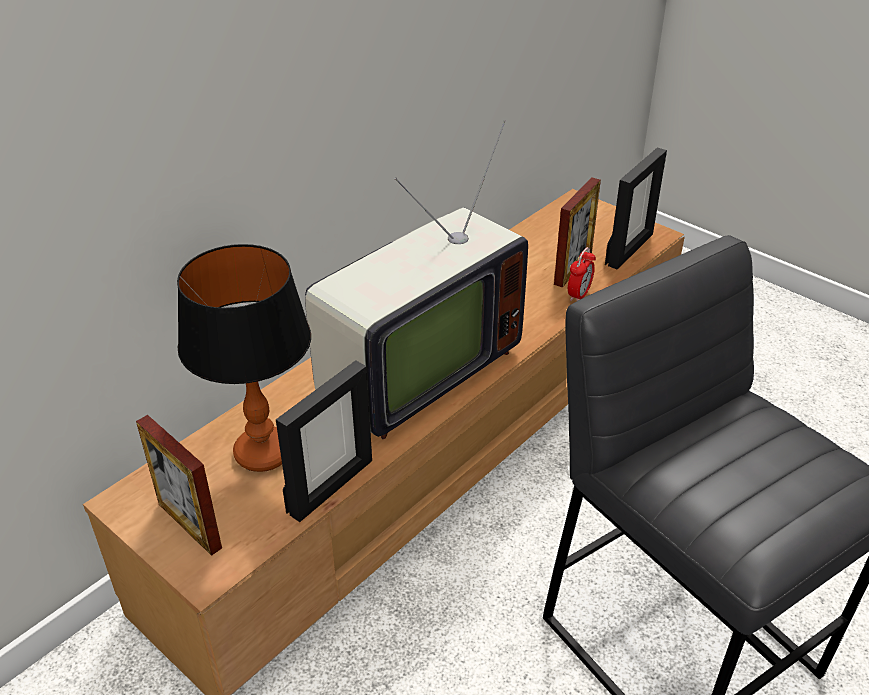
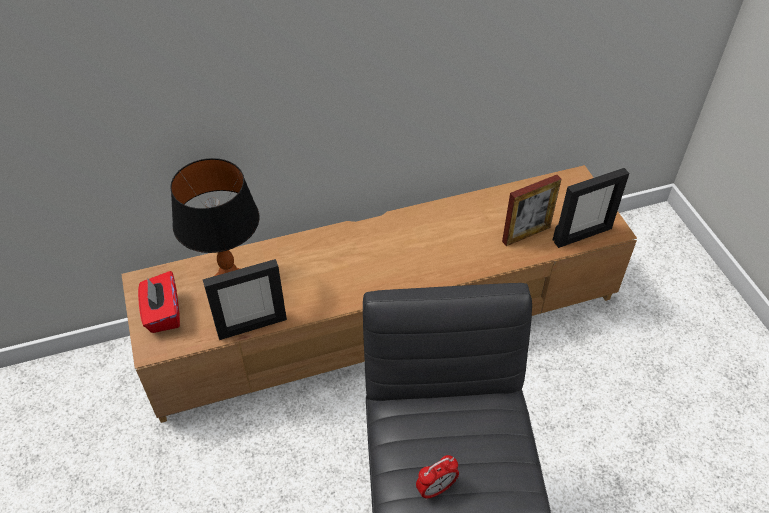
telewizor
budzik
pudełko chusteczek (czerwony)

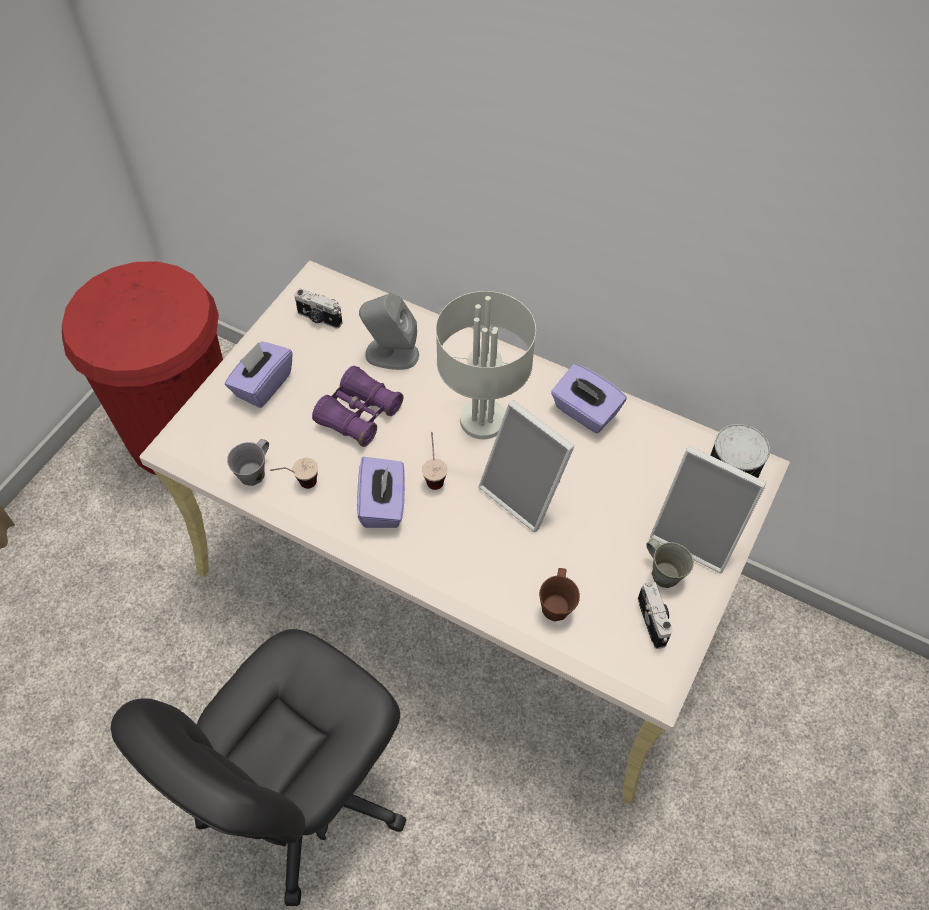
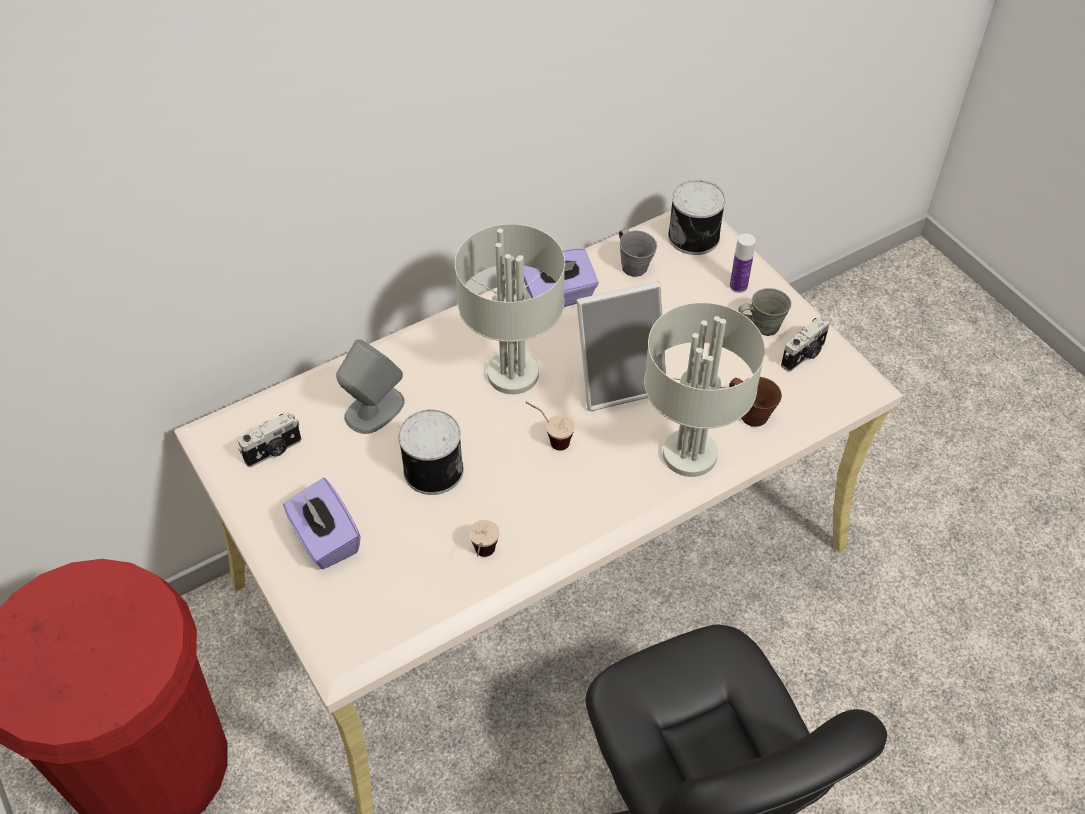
pudełko chusteczek (fioletowy) (no. 2 from left in the first image)
lampa stołowa (szary) (no. 2 from left)
kubek (szary) (no. 1 from left)
puszka (no. 1 from left)
butelka
aparat fotograficzny (no. 2 from left)

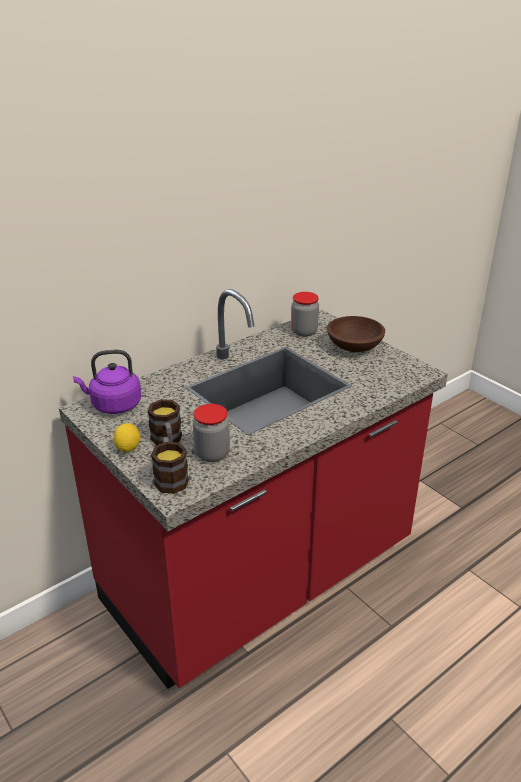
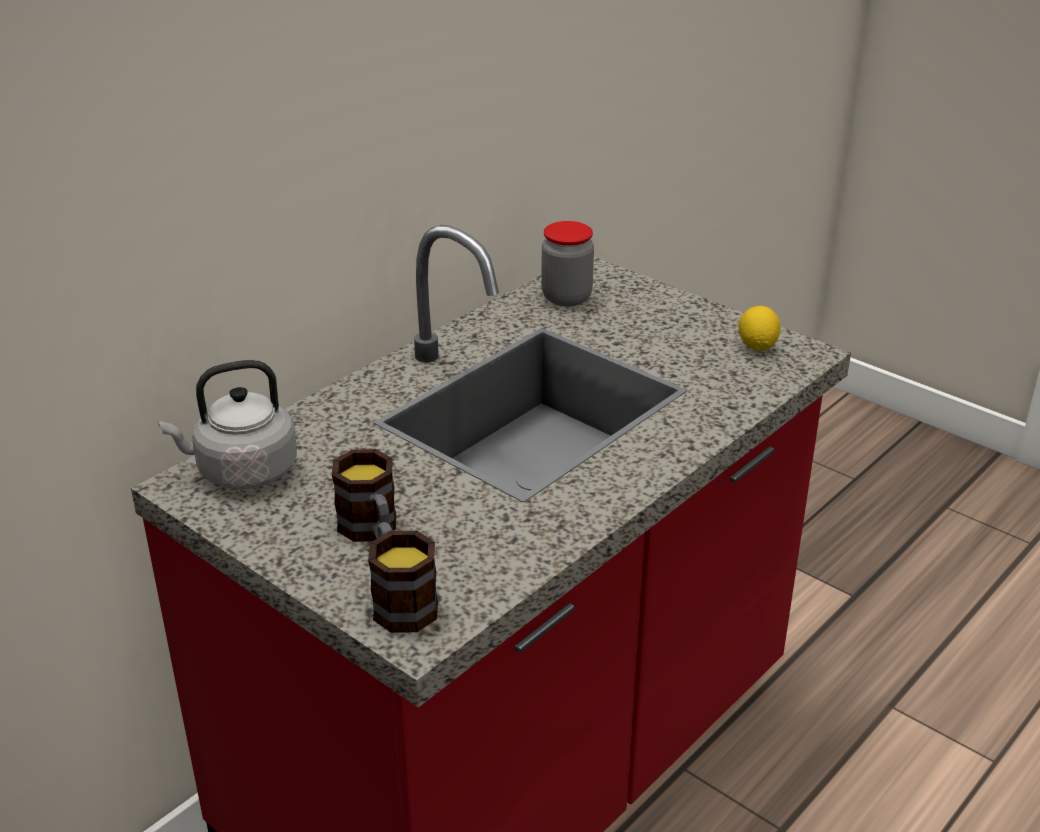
słoik (no. 1 from left in the first image)
miska (brązowy)
cytryna
czajnik (szary)

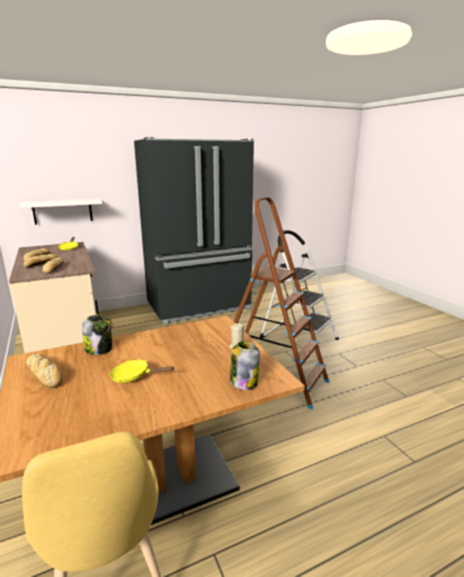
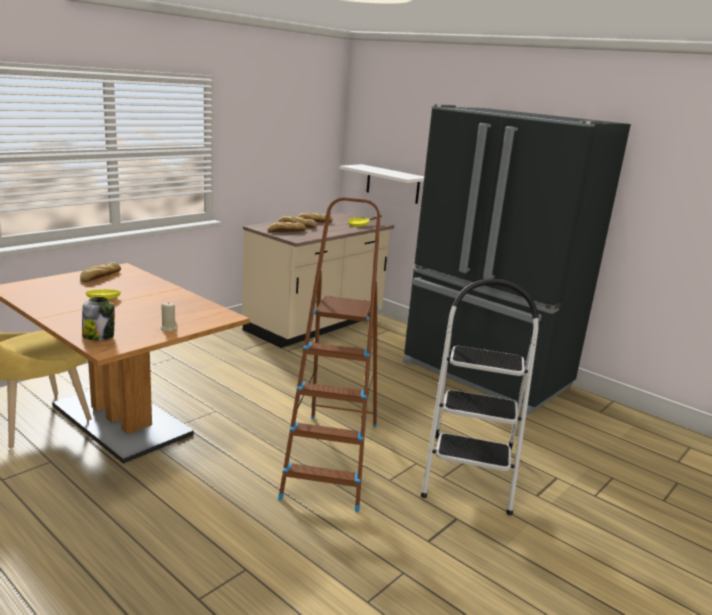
słoik (no. 1 from left in the first image)

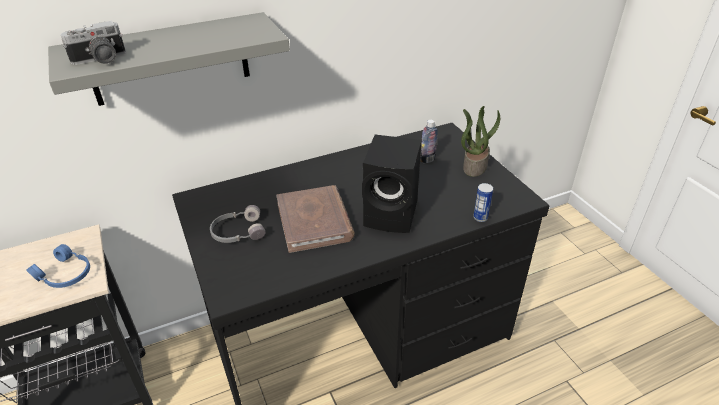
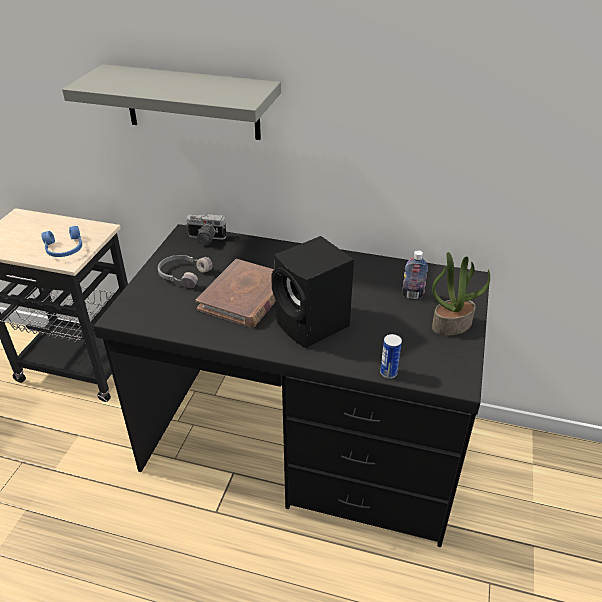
aparat fotograficzny

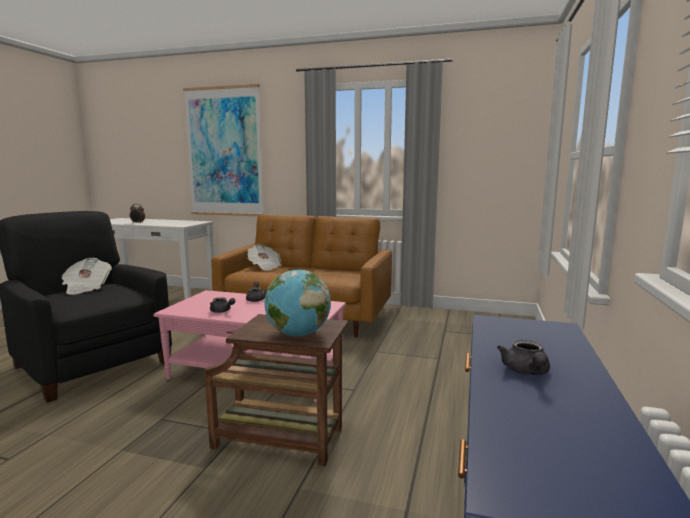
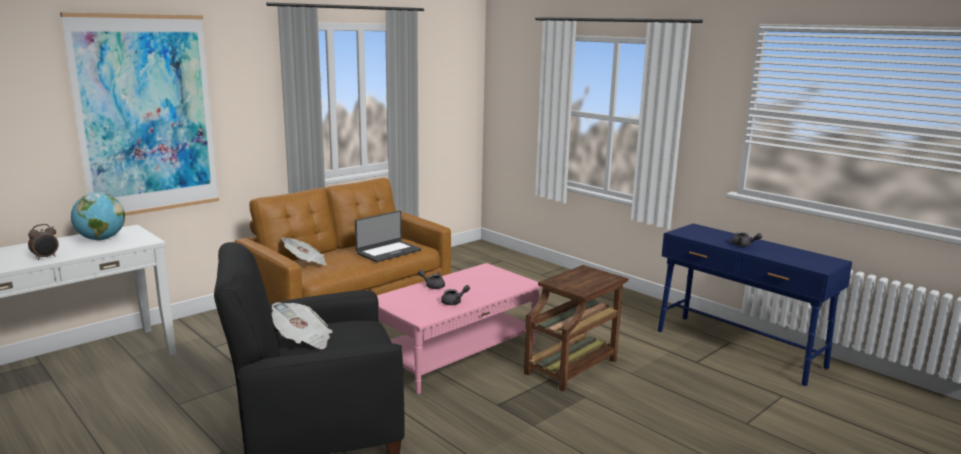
laptop
globus

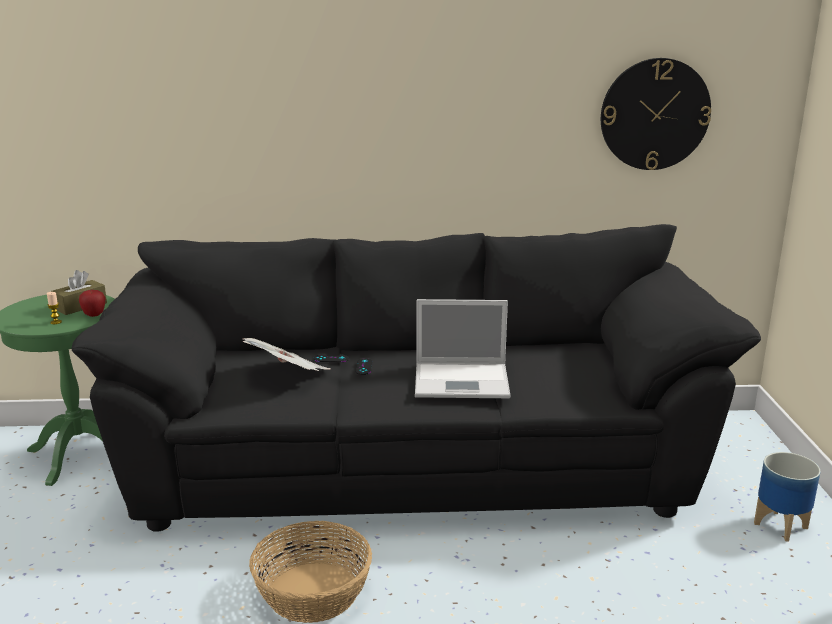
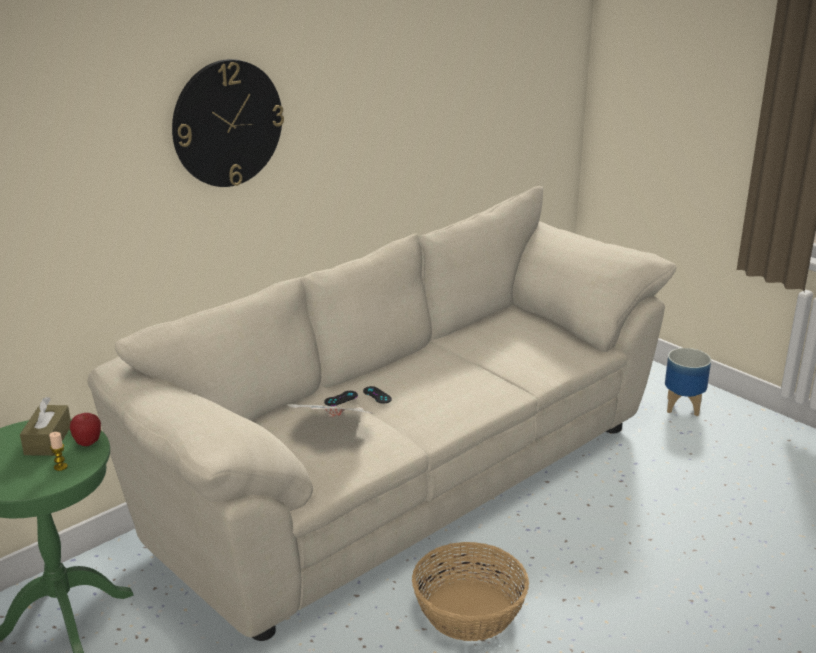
laptop
zegar ścienny
kanapa (beżowy)

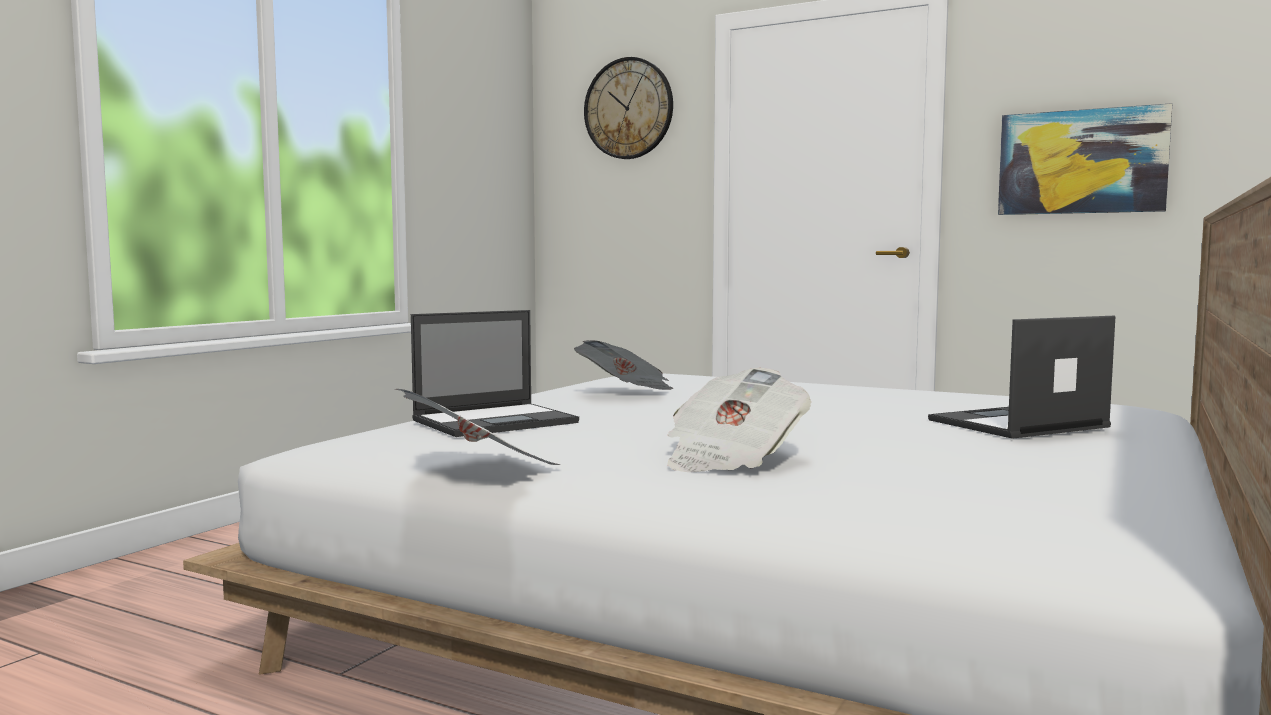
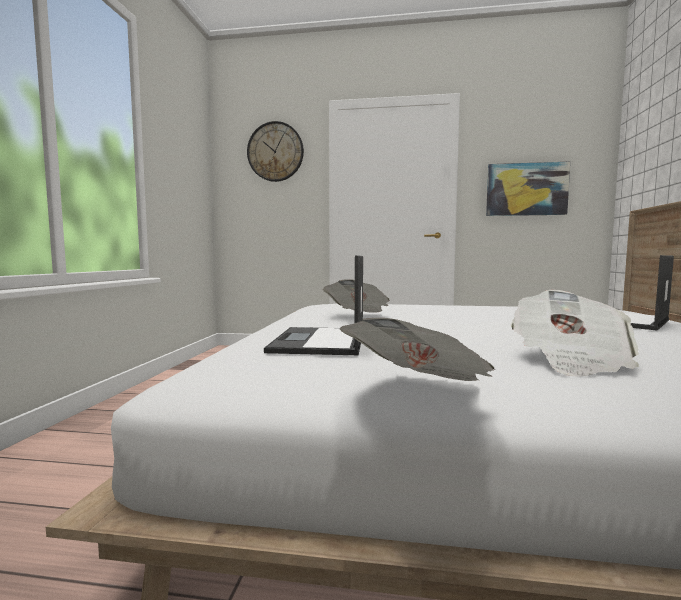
laptop (no. 1 from left)

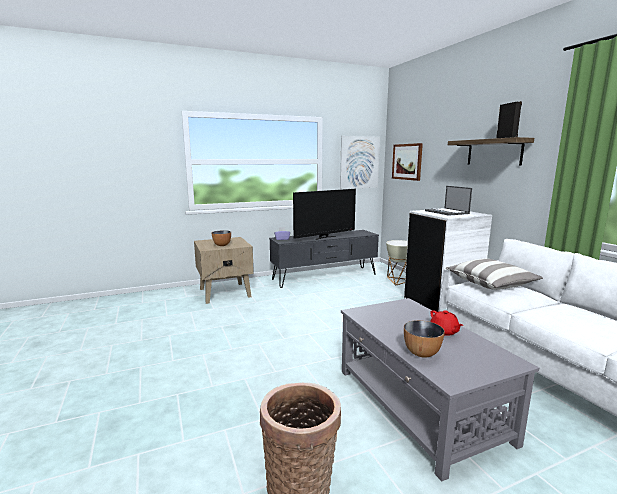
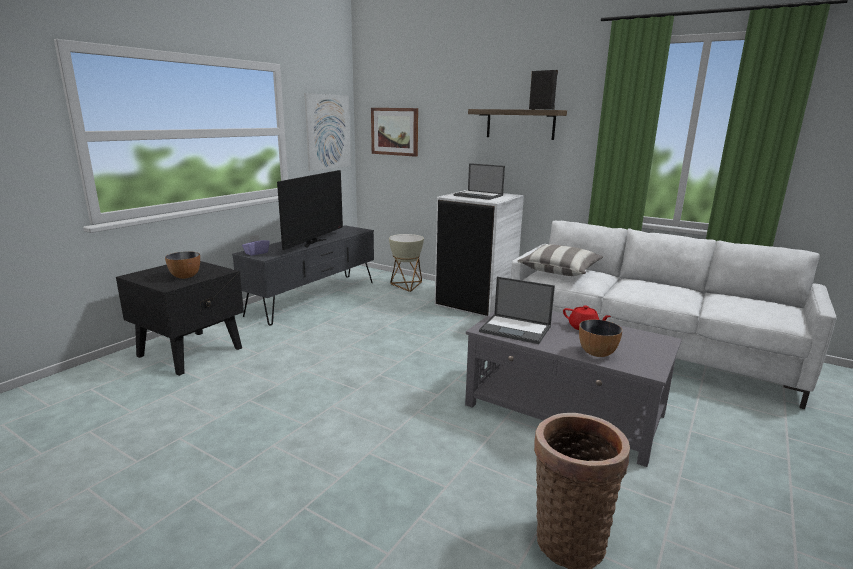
laptop (no. 2 from left)
szafka nocna (czarny)

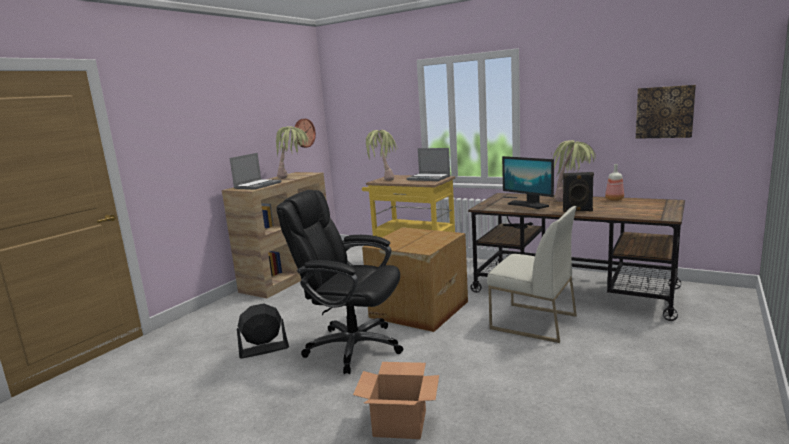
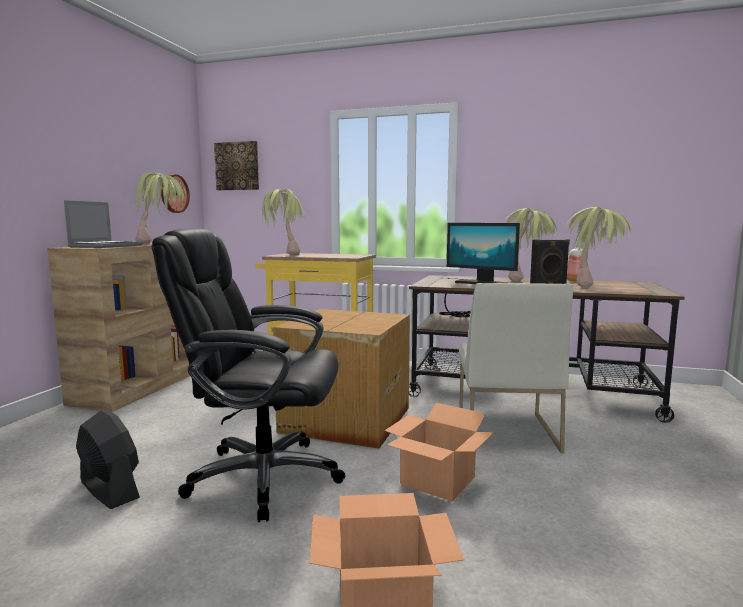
laptop (no. 2 from left in the first image)
karton (no. 3 from left)
roślina doniczkowa (no. 4 from left)
obraz
wentylator (czarny)
krzesło (biały)

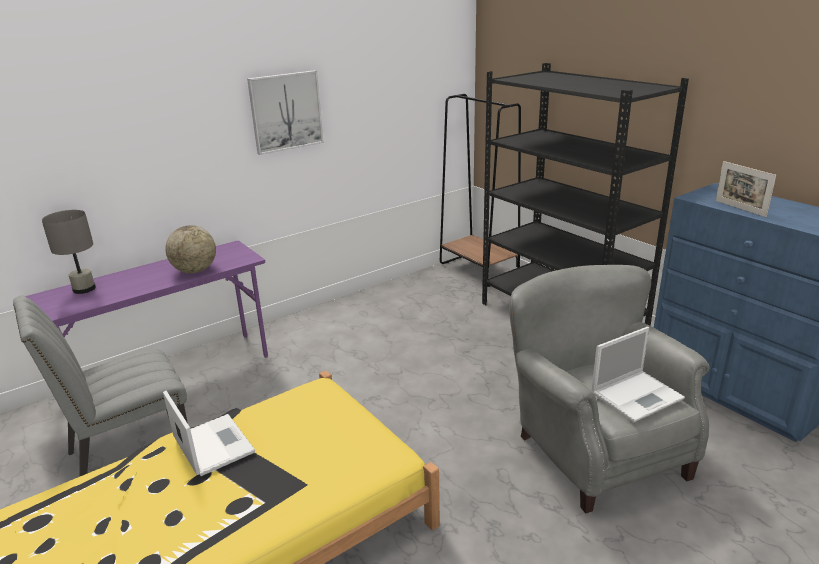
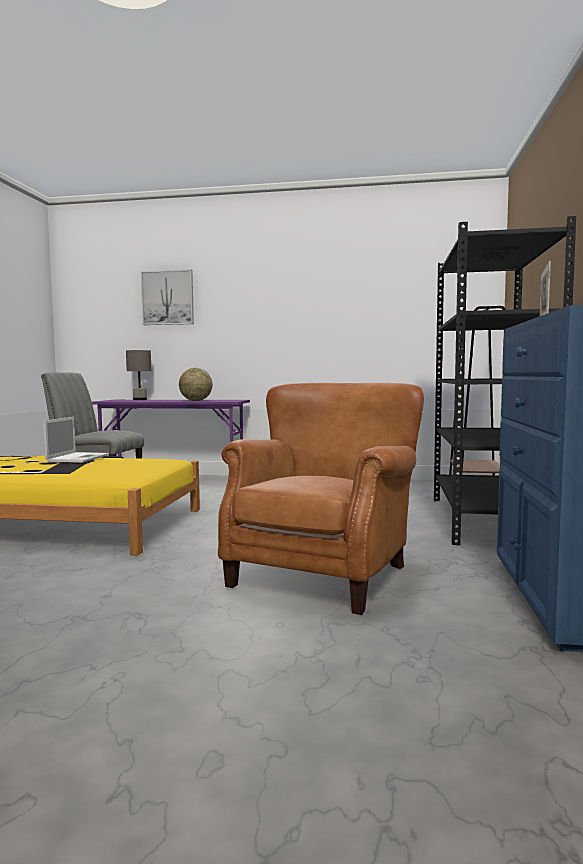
laptop (no. 2 from left in the first image)
obraz
fotel (brązowy)

